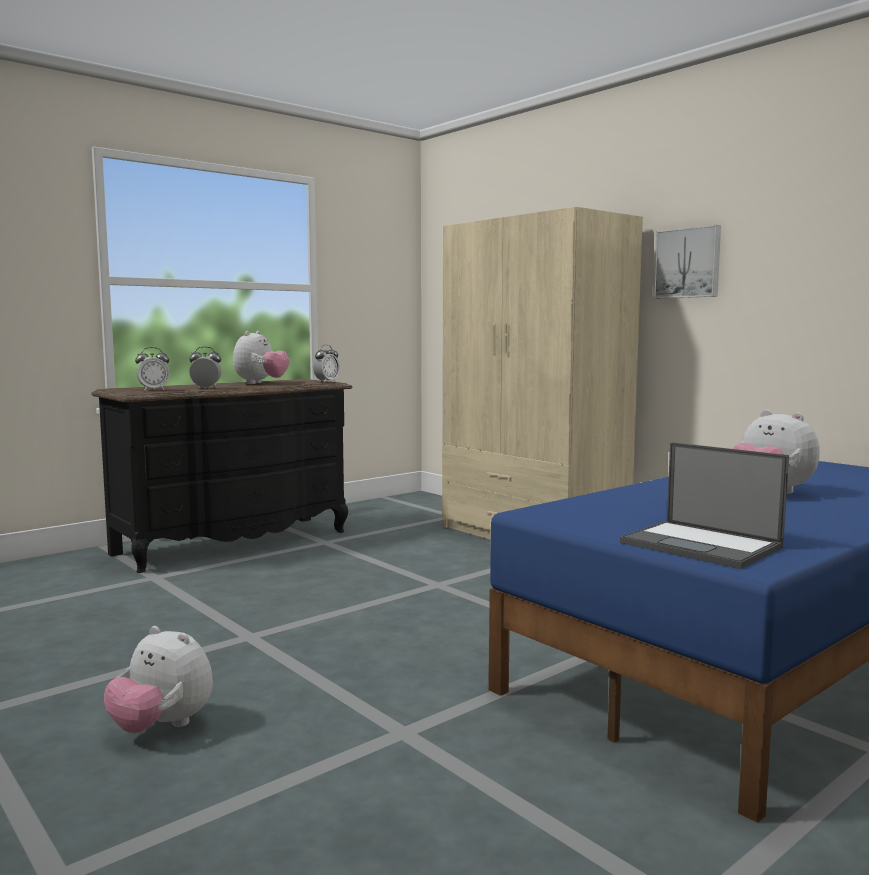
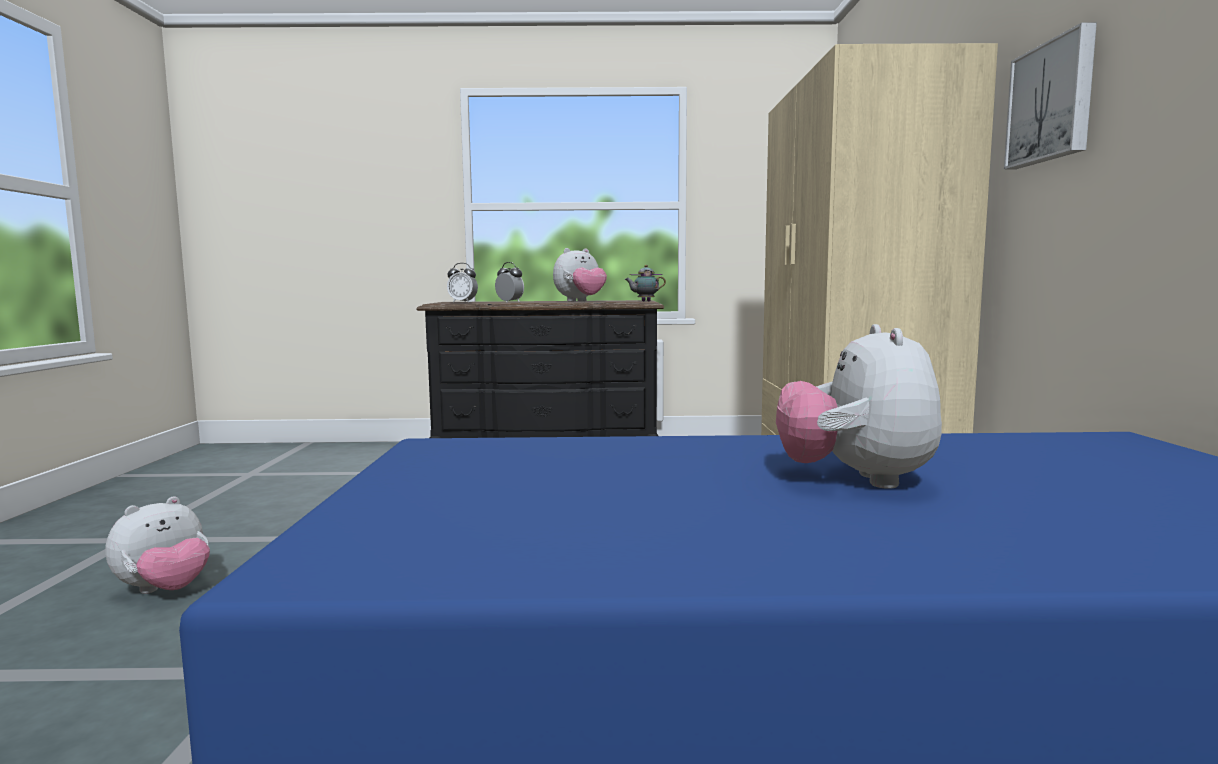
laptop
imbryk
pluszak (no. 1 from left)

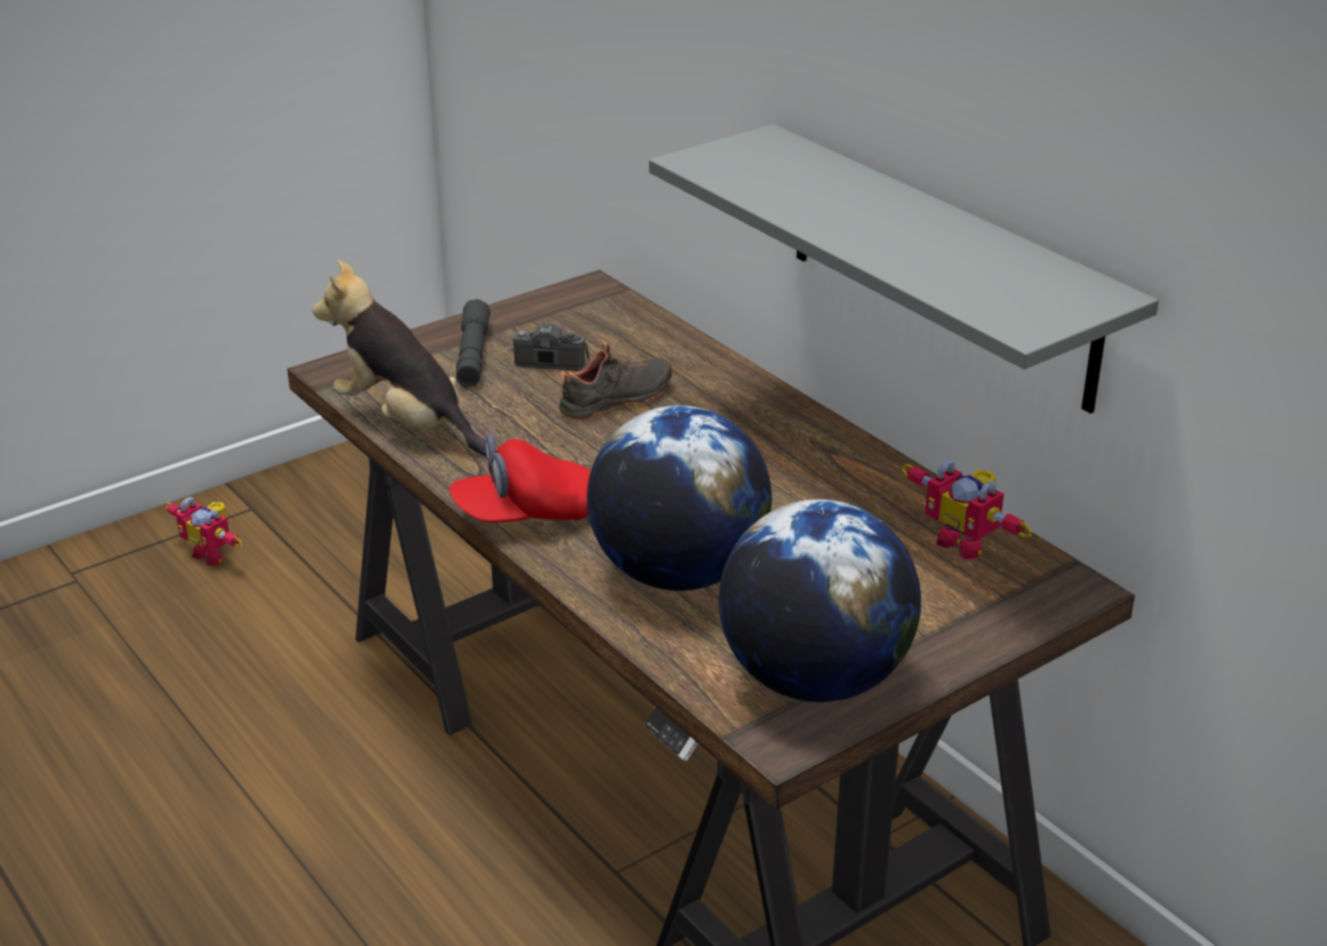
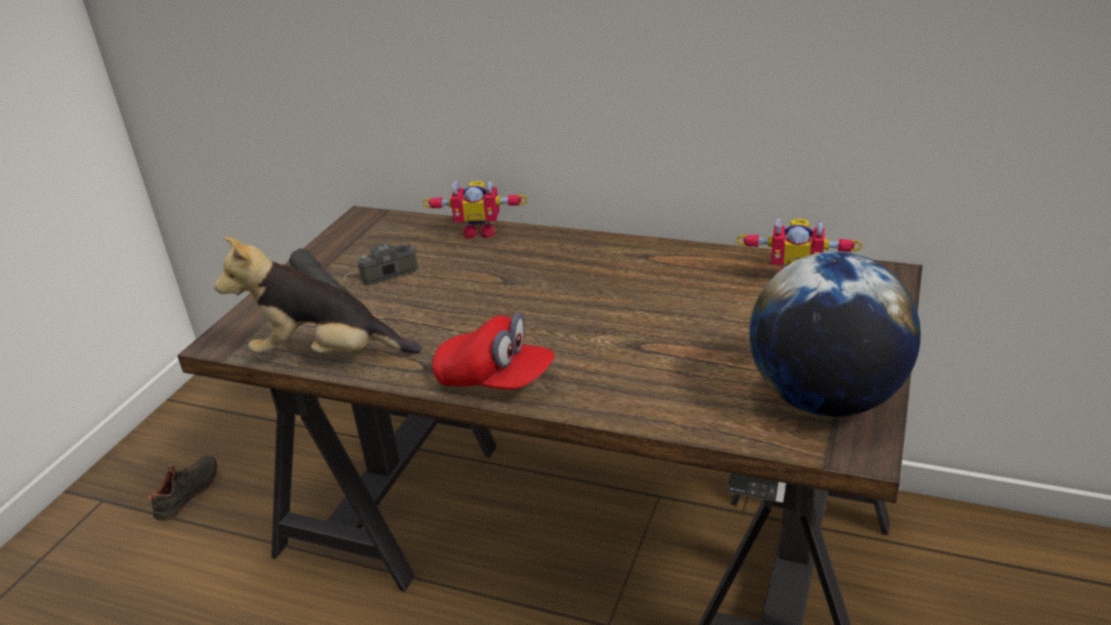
globus (no. 1 from left in the first image)
półka (szary)
robot zabawkowy (no. 1 from left)
but (czarny)
czapka z daszkiem (czerwony)

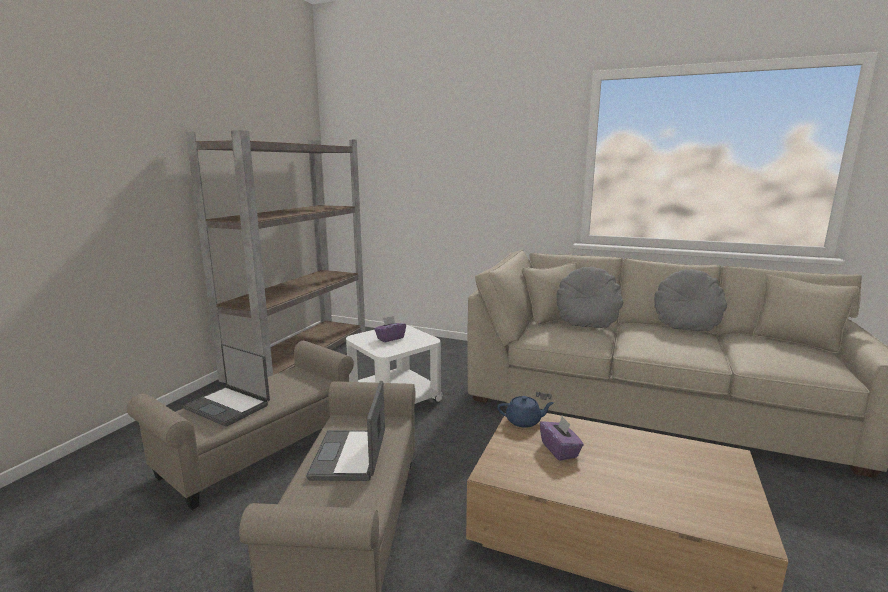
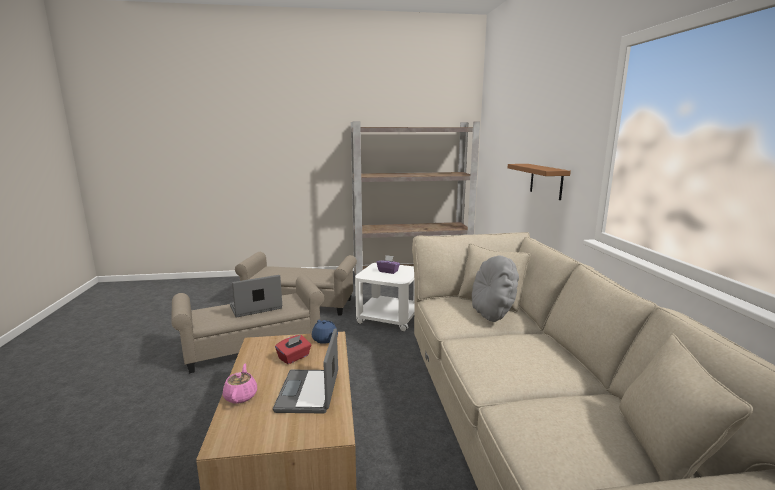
poduszka (szary) (no. 2 from left in the first image)
imbryk (różowy)
półka (brązowy)
laptop (no. 2 from left)
pudełko chusteczek (czerwony)

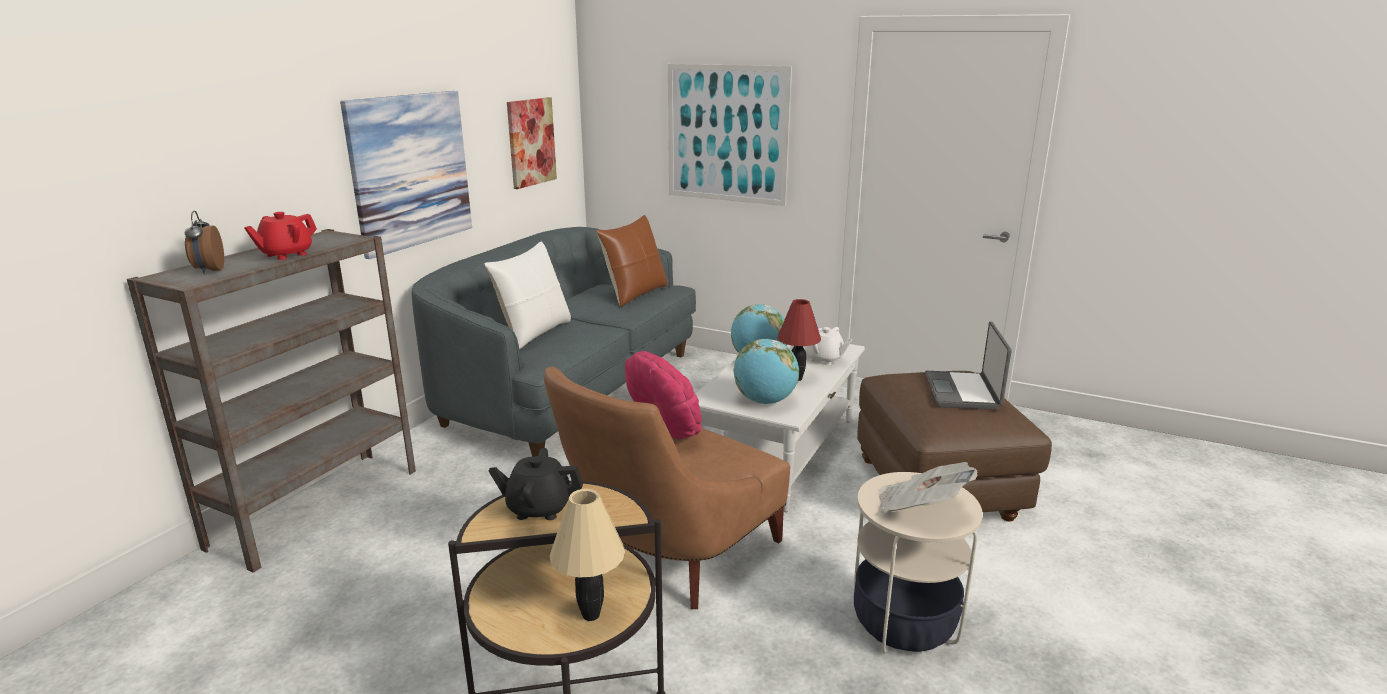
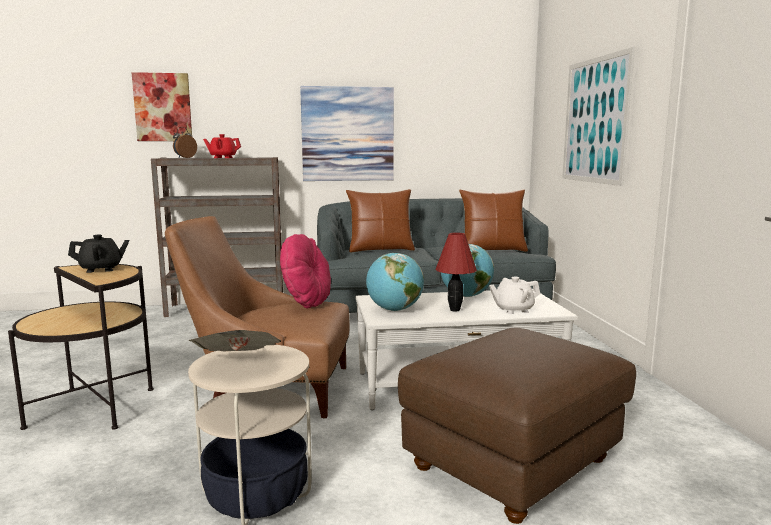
lampa stołowa (beżowy)
laptop
obraz (no. 1 from left)
poduszka (brązowy) (no. 1 from left)
imbryk (czarny)
imbryk (biały)

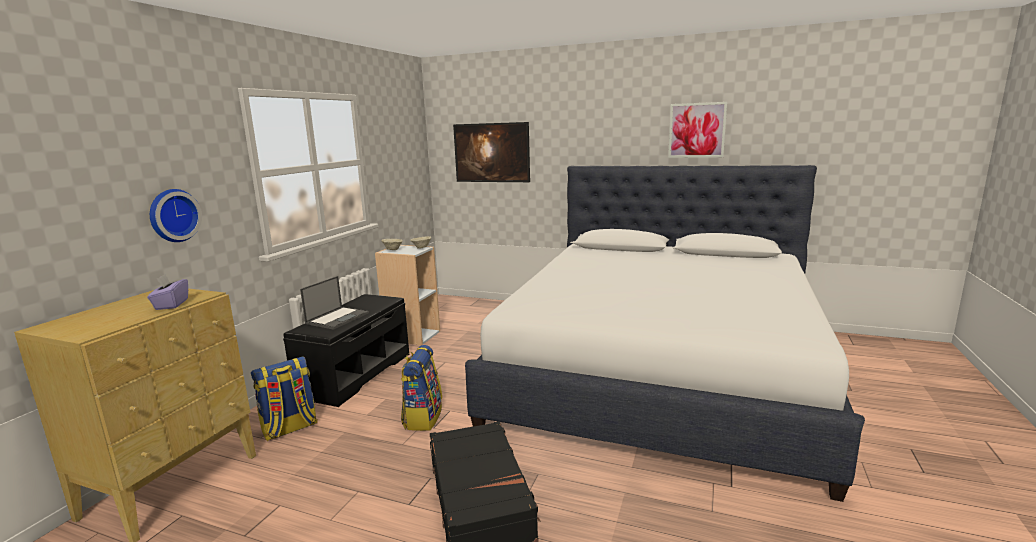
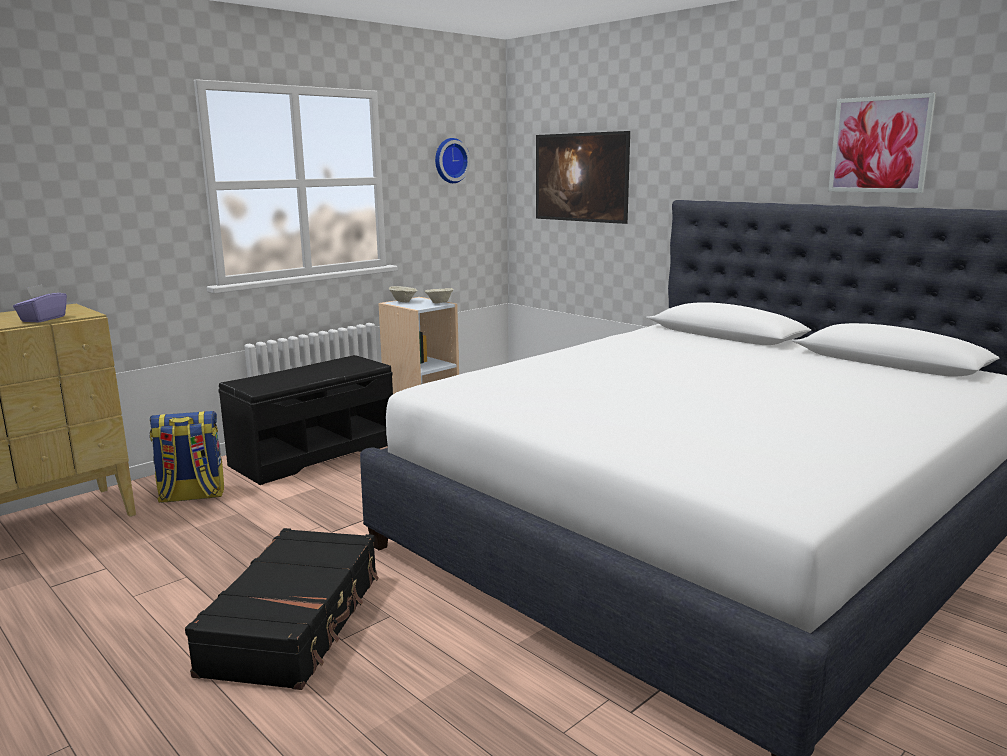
laptop
plecak (no. 2 from left in the first image)
zegar ścienny

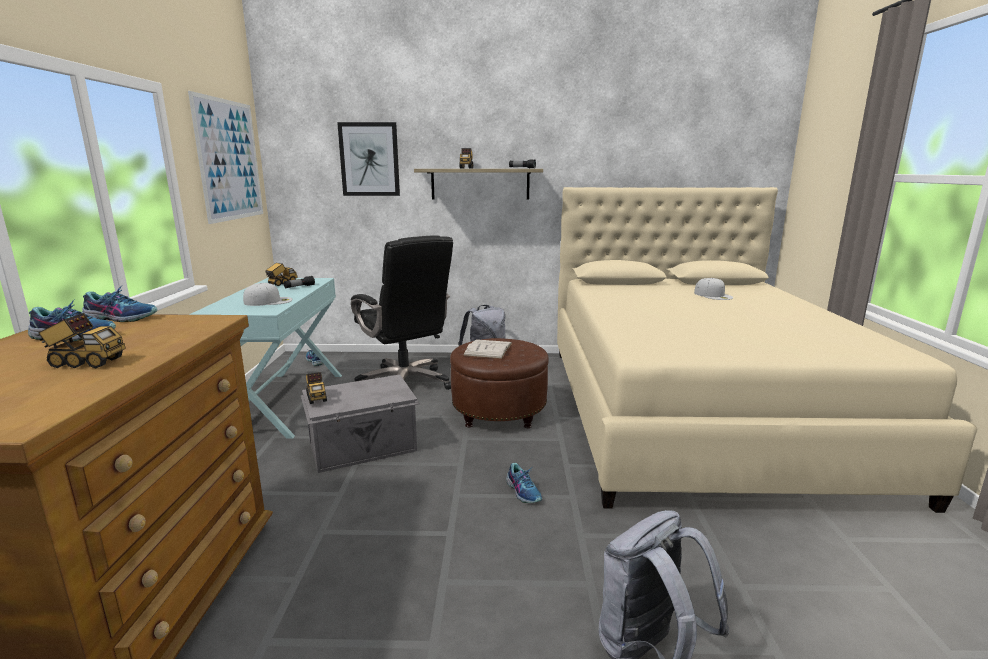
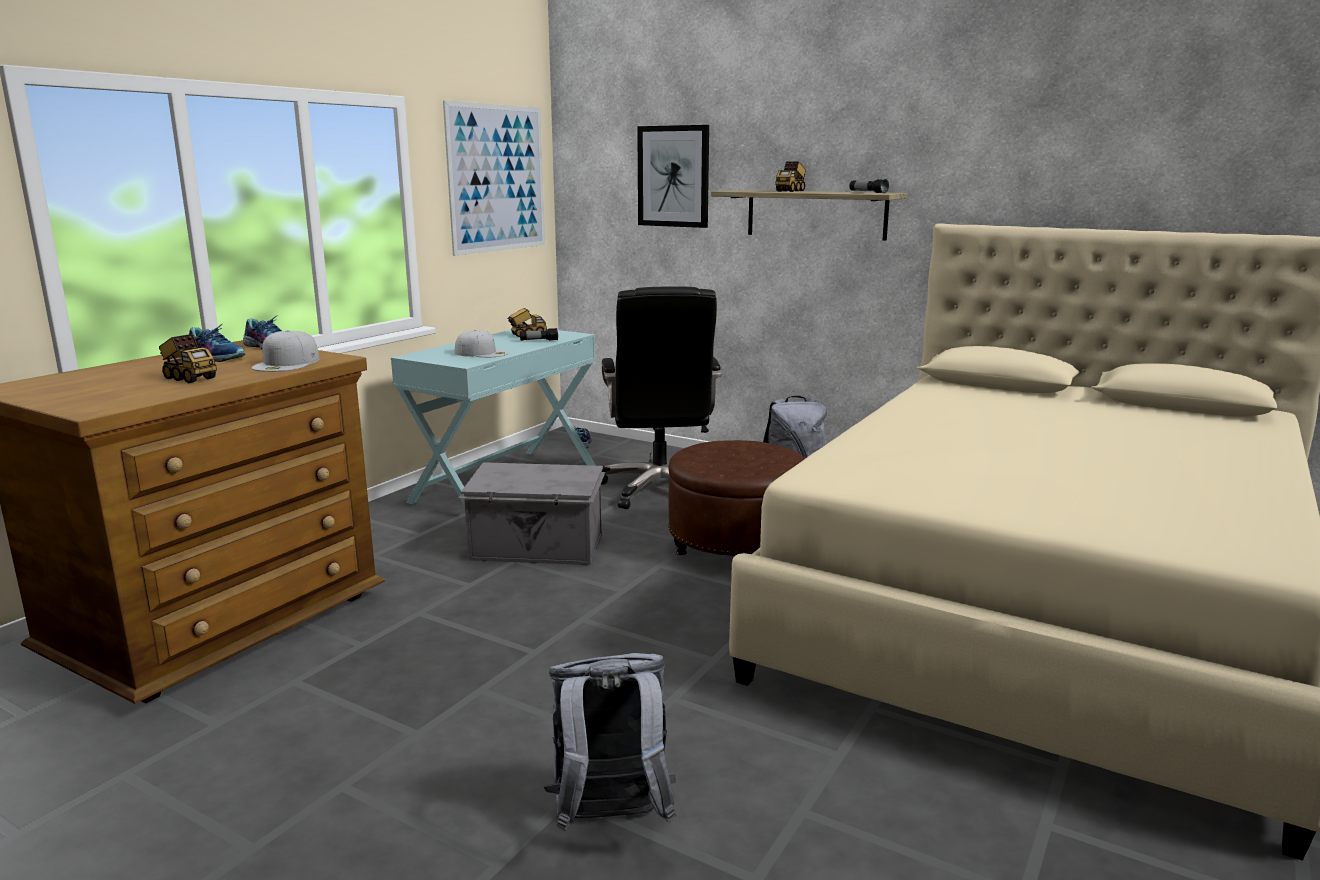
ciężarówka zabawkowa (no. 3 from left in the first image)
książka (biały)
but (no. 4 from left in the first image)
czapka z daszkiem (biały) (no. 1 from left)

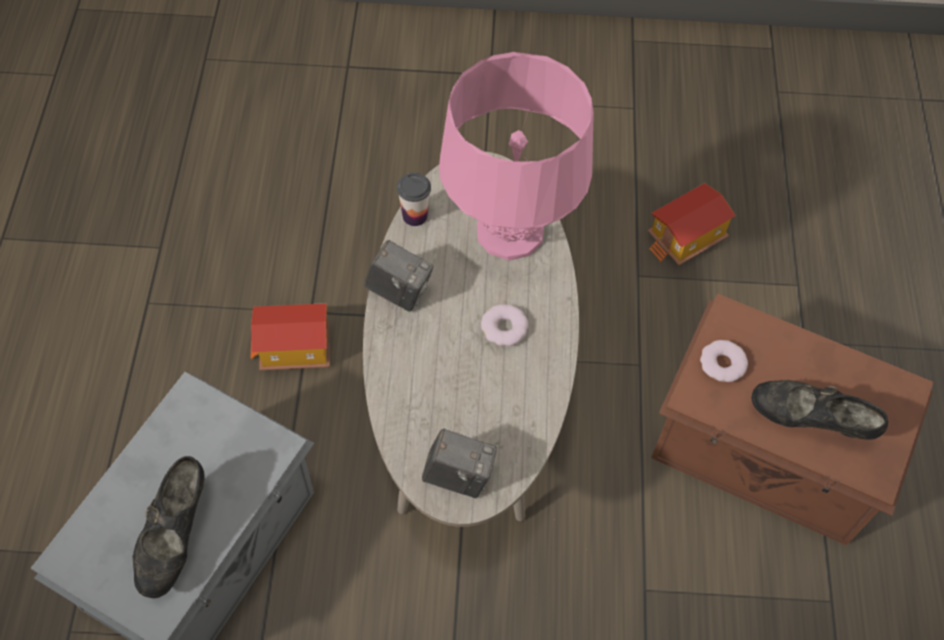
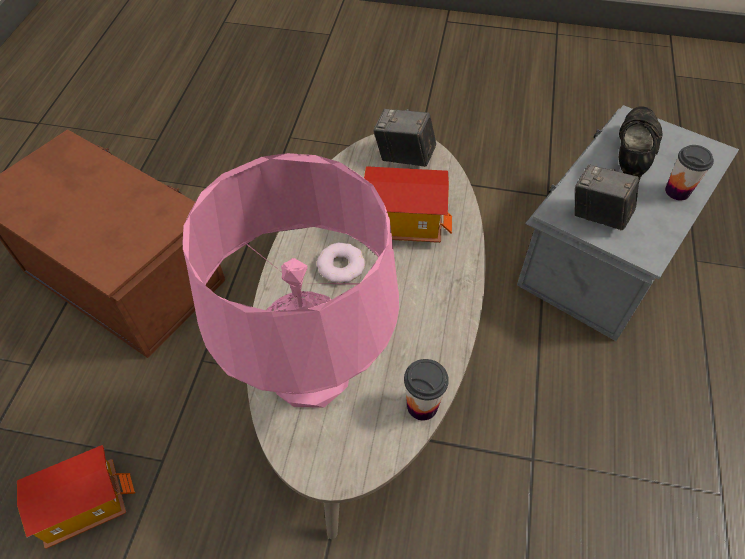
donut (no. 2 from left in the first image)
but (czarny) (no. 2 from left in the first image)
filiżanka (no. 2 from left)
domek (no. 2 from left)
aparat fotograficzny (no. 2 from left)

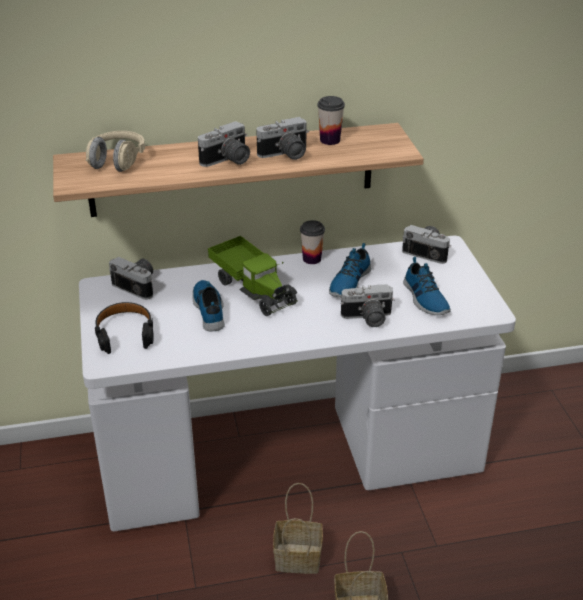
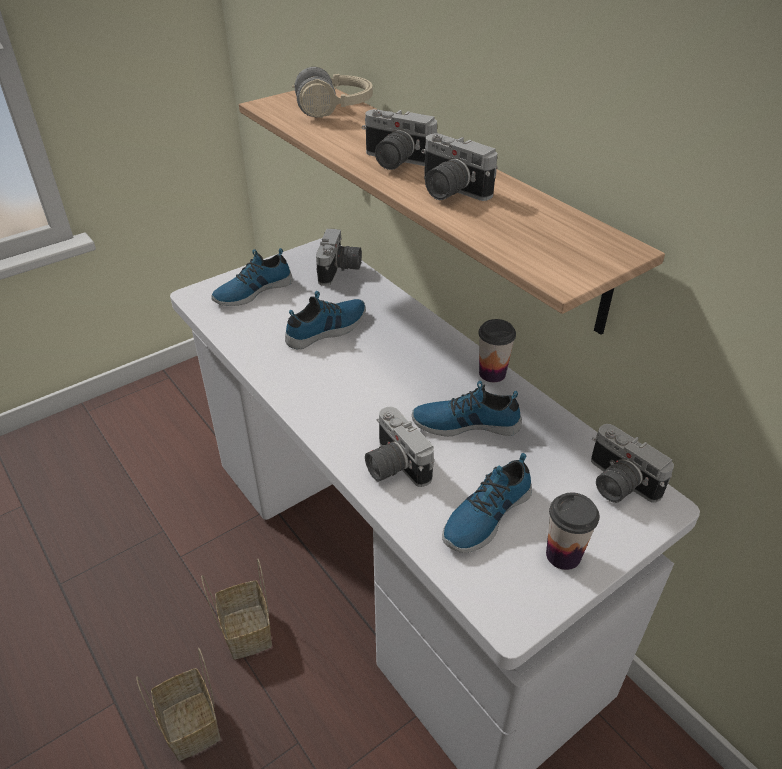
ciężarówka zabawkowa
filiżanka (no. 2 from left)
but (no. 1 from left)
aparat fotograficzny (no. 5 from left)

